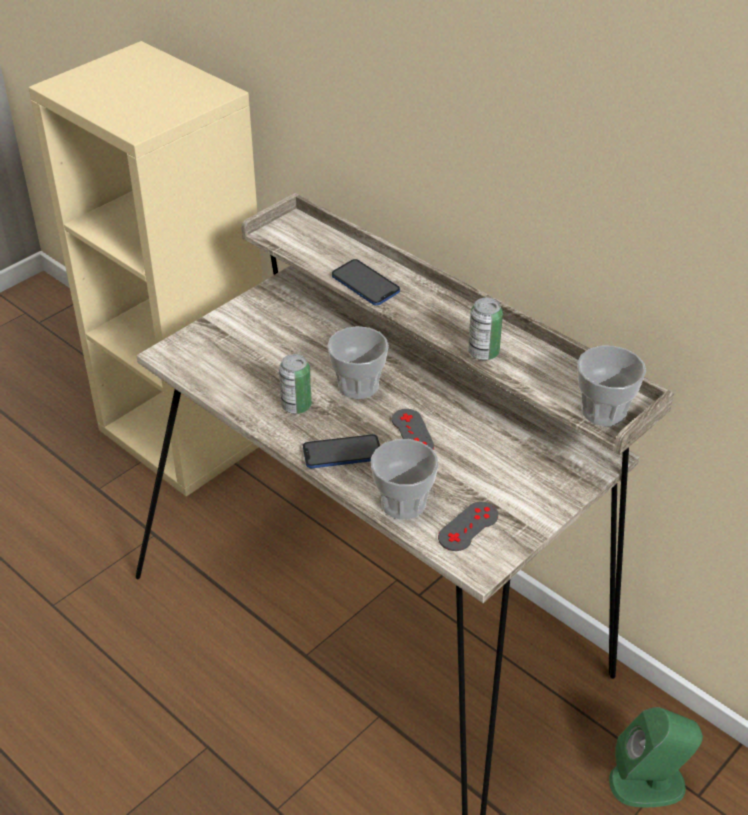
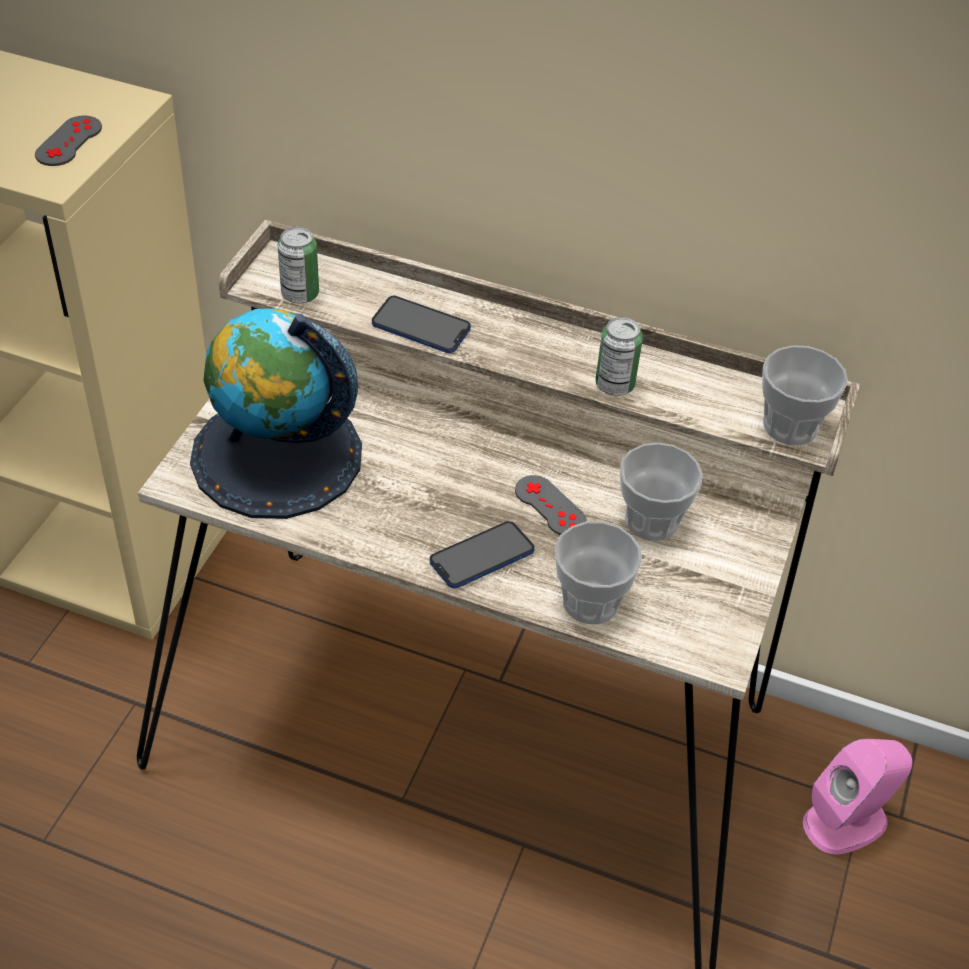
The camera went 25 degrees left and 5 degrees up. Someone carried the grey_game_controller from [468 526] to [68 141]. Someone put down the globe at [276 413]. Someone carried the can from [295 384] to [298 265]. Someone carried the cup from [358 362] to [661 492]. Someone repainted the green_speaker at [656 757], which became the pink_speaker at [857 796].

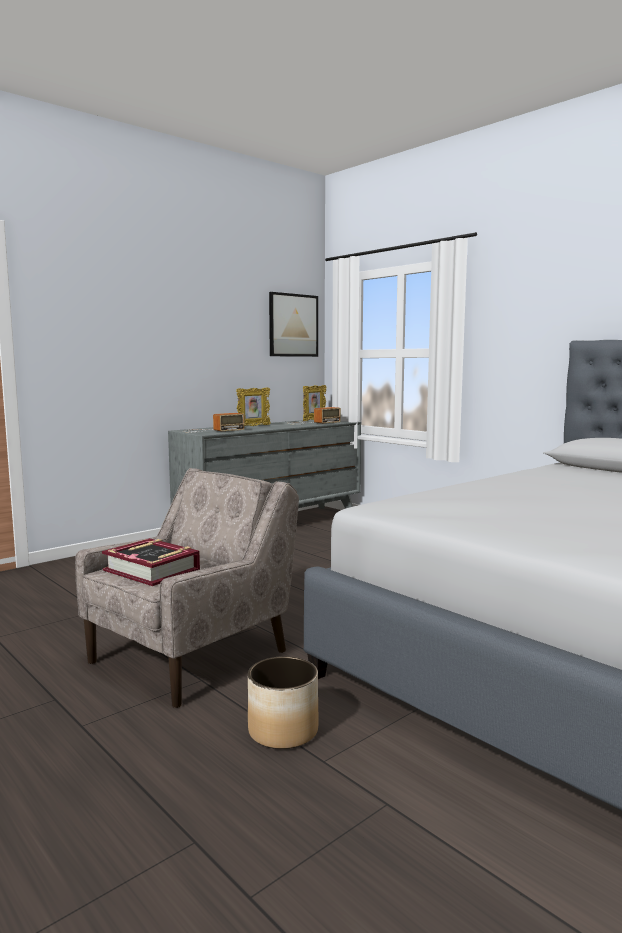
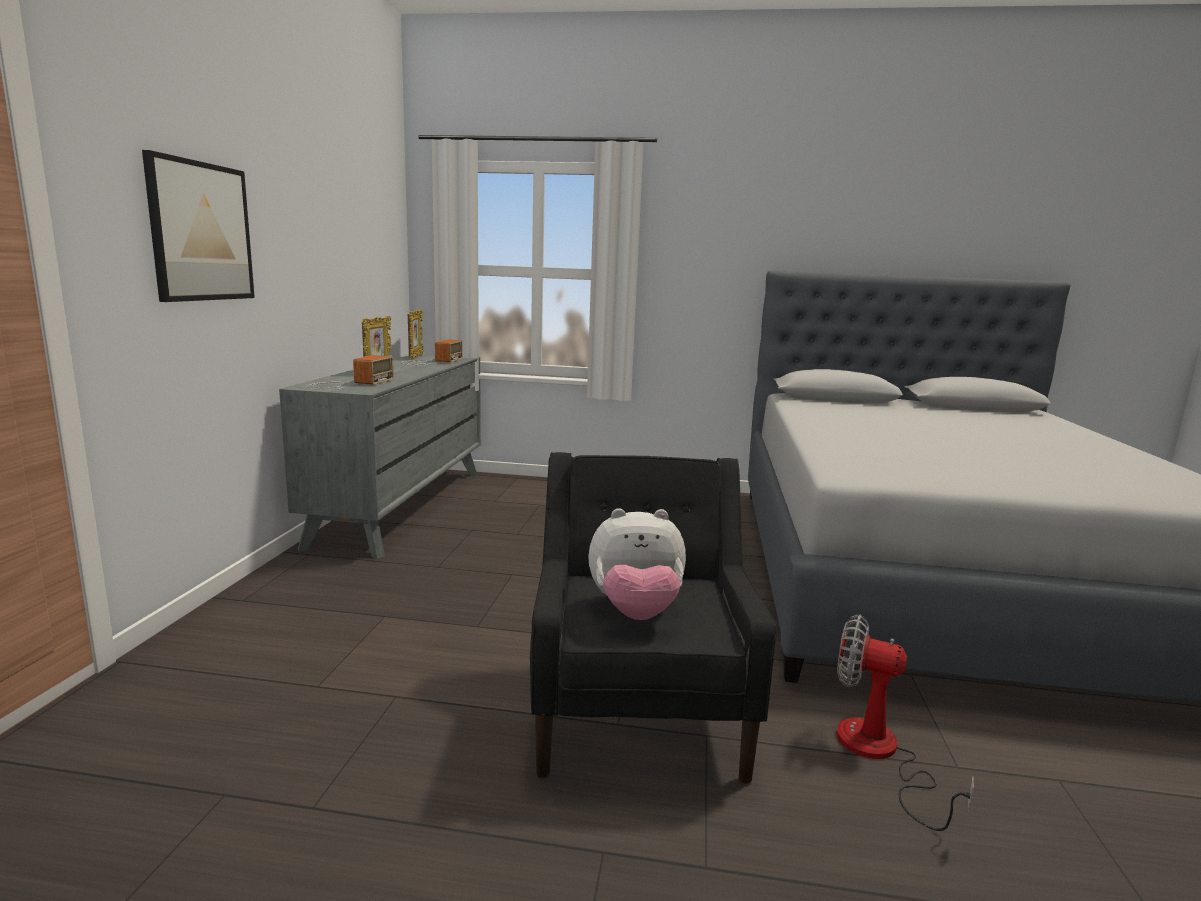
The camera went 40 degrees left and 5 degrees up. Someone carried the picture from [293 324] to [198 226]. Someone repainted the beige_armchair at [187 588], which became the black_armchair at [653 618]. Someone swapped the book at [151 562] for the plush_toy at [637 564]. Someone swapped the planter at [283 702] for the fan at [905 722].

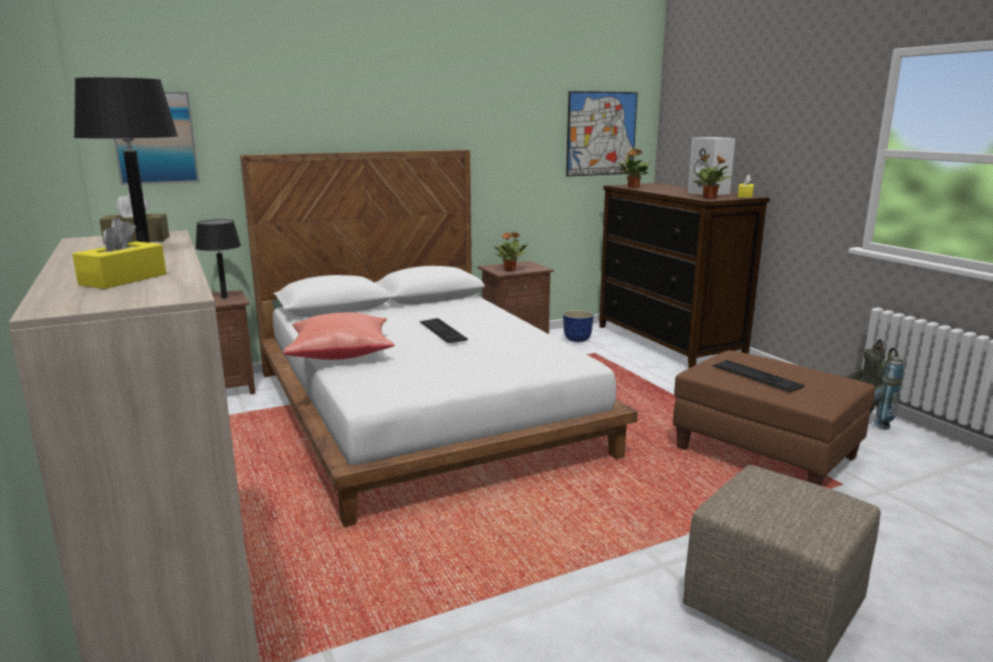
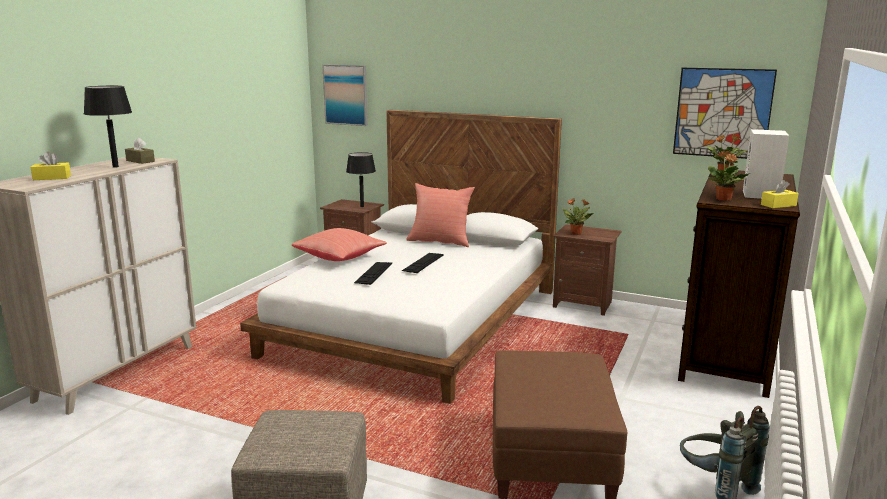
The camera went 50 degrees right and 0 degrees up. Someone carried the keyboard from [759 376] to [373 273]. Someone put down the red_pillow at [440 215]. Someone took away the planter at [578 326].

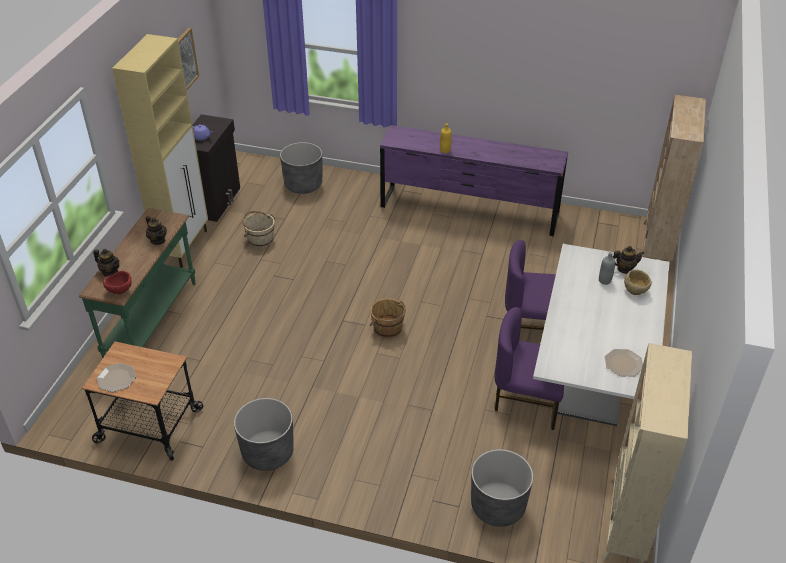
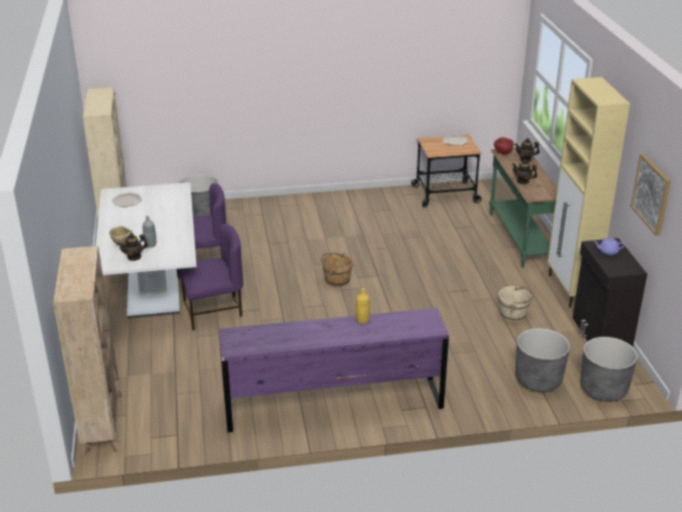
The camera went 155 degrees right and 10 degrees down. Someone carried the grey_planter from [264 434] to [609 369].

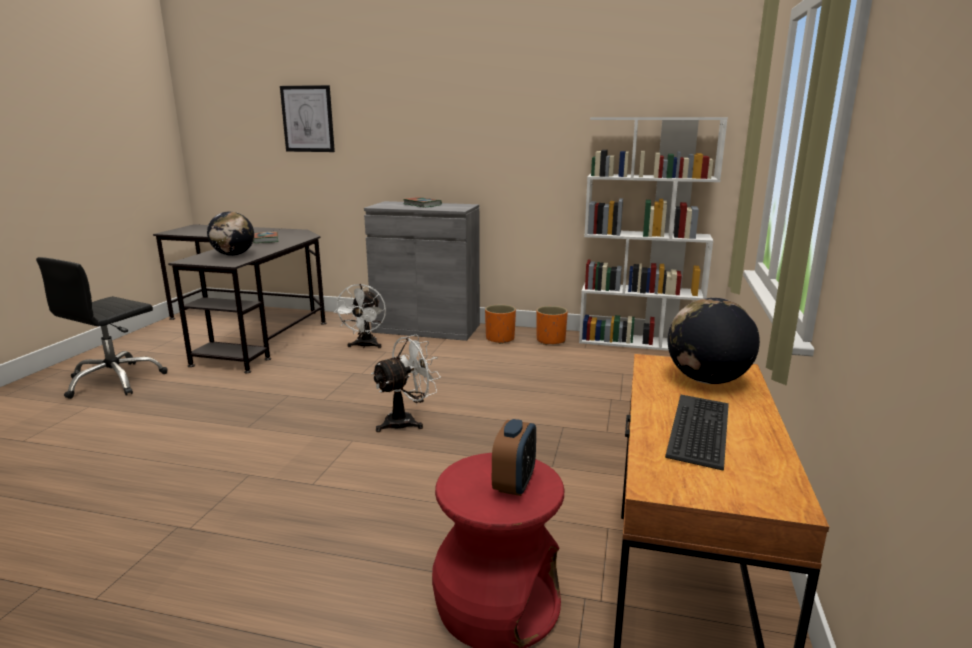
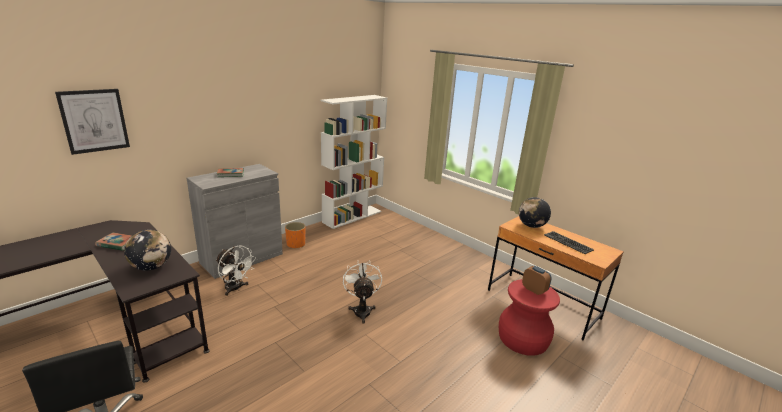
The camera went 60 degrees left and 5 degrees up. Someone took away the orange_planter at [552 325].

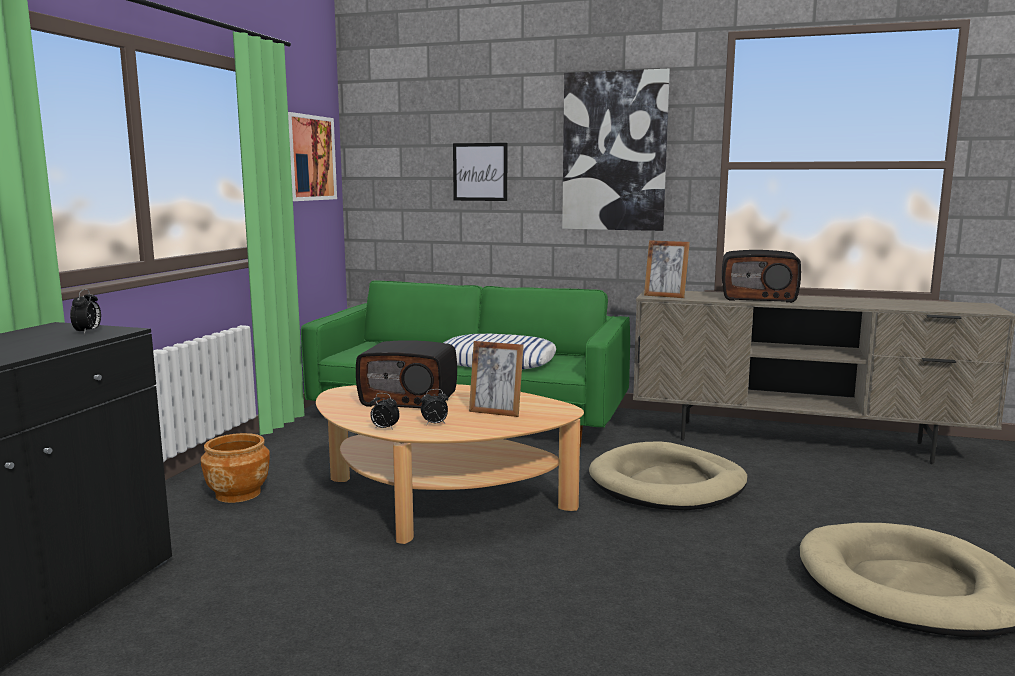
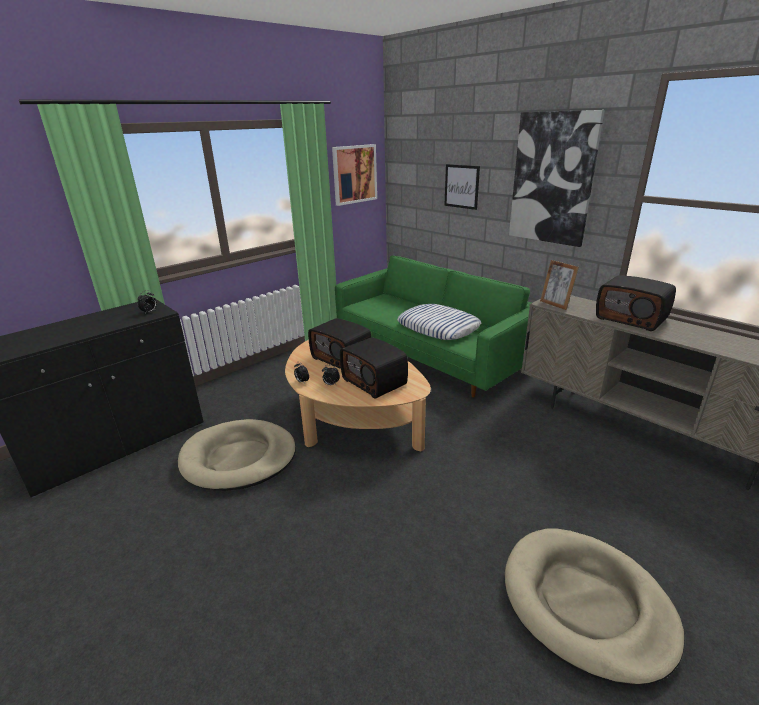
The camera went 30 degrees right and 15 degrees up. Someone carried the beige_dog_bed from [668 475] to [237 455]. Someone swapped the picture_frame at [496 379] for the radio at [374 367]. Someone took away the brown_planter at [235 468].

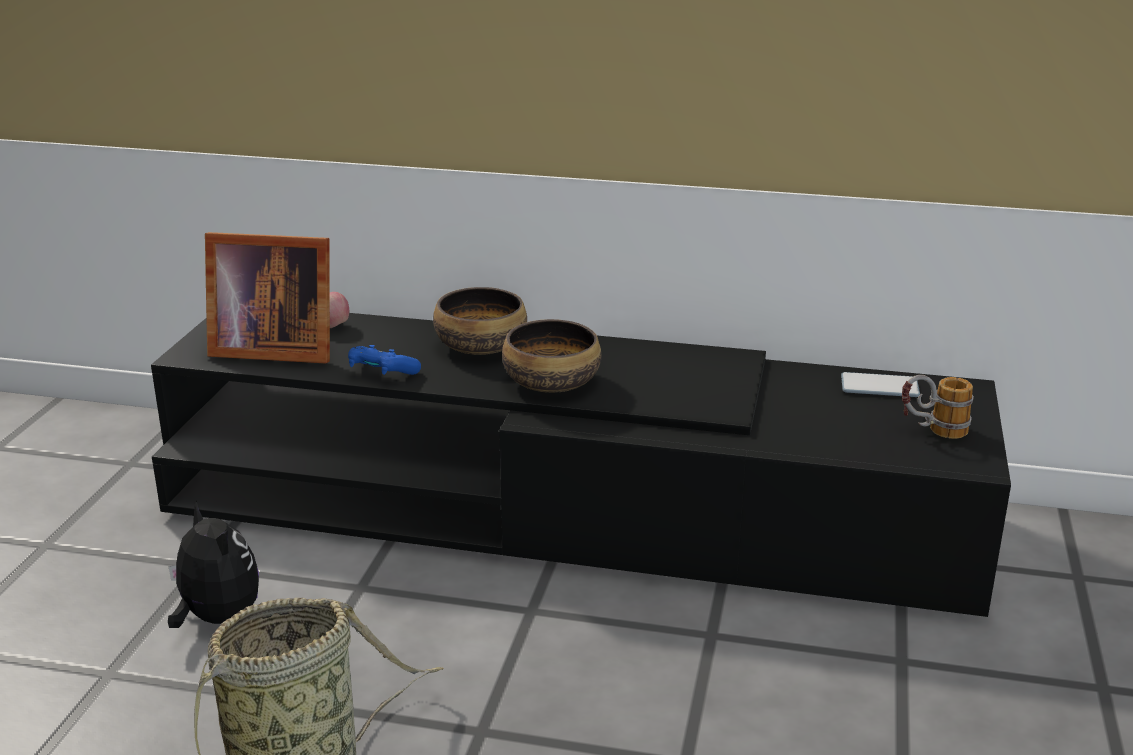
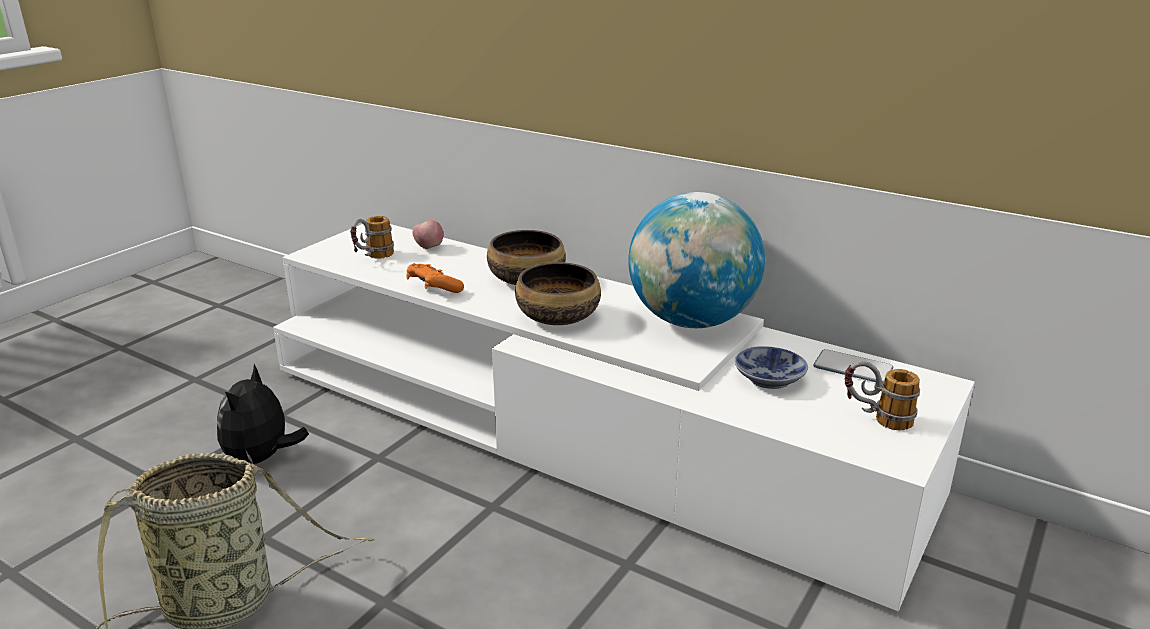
The camera went 20 degrees right and 0 degrees up. Someone rotated the plush_toy at [213 564] by 150 degrees counterclockwise. Someone repainted the black_tv_stand at [581 465], which became the white_tv_stand at [624 417]. Someone swapped the picture_frame at [267 298] for the mug at [372 237]. Someone repainted the blue_game_controller at [384 360], which became the orange_game_controller at [435 278]. Someone put down the globe at [696 260]. Someone put down the bowl at [771 367].

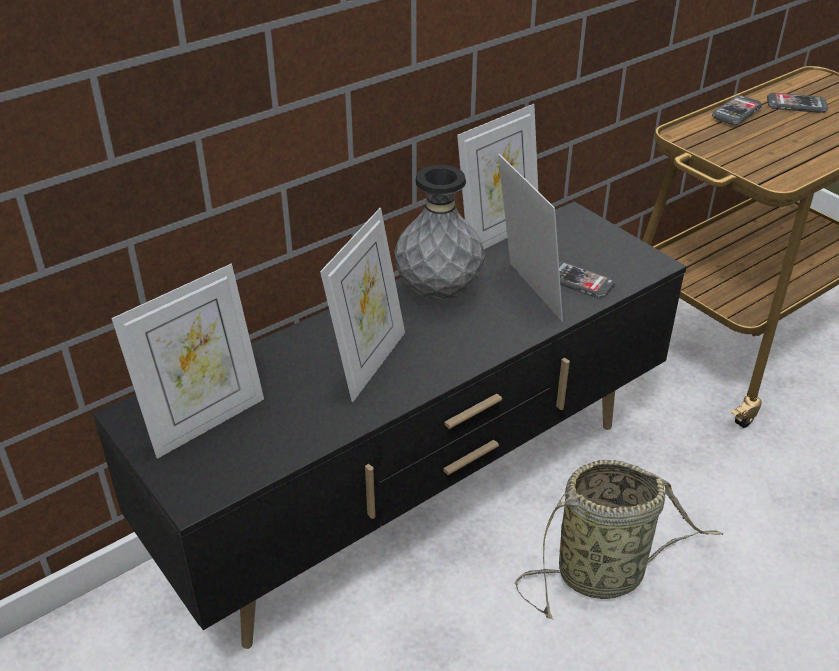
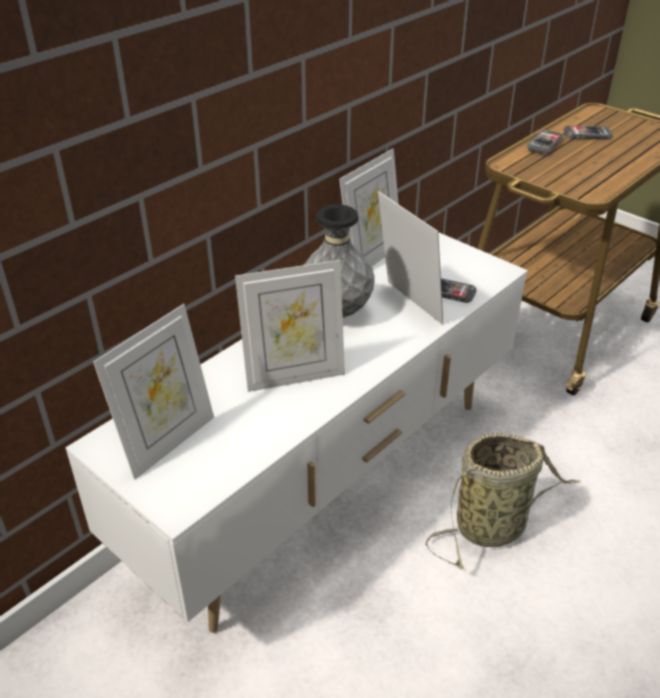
The camera went 10 degrees left and 0 degrees up. Someone repainted the black_tv_stand at [390 425], which became the white_tv_stand at [296 432]. Someone rotated the picture_frame at [362 305] by 60 degrees clockwise.

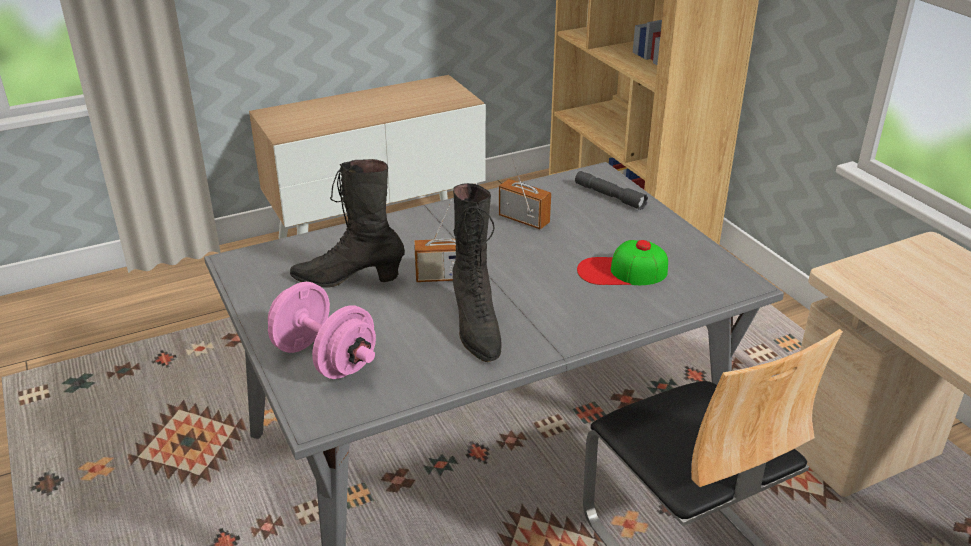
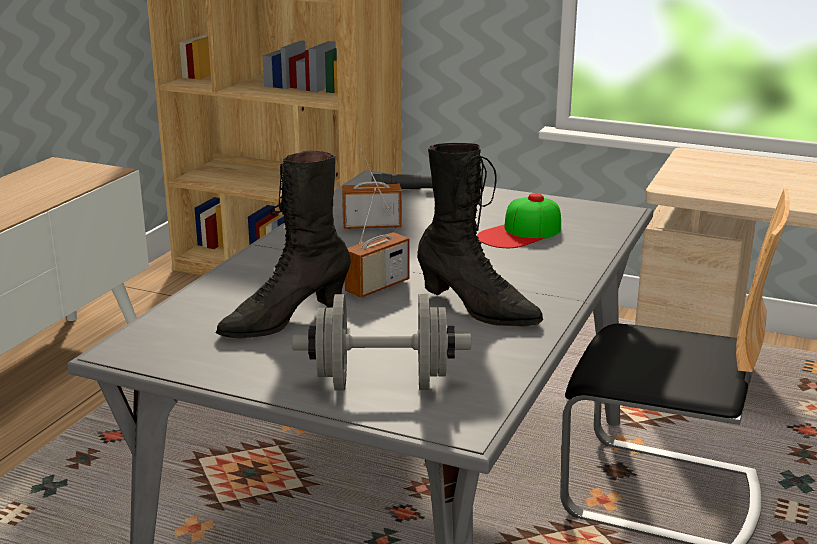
The camera went 40 degrees left and 10 degrees down. Someone repainted the pink_dumbbell at [322 330], which became the grey_dumbbell at [381 342].

